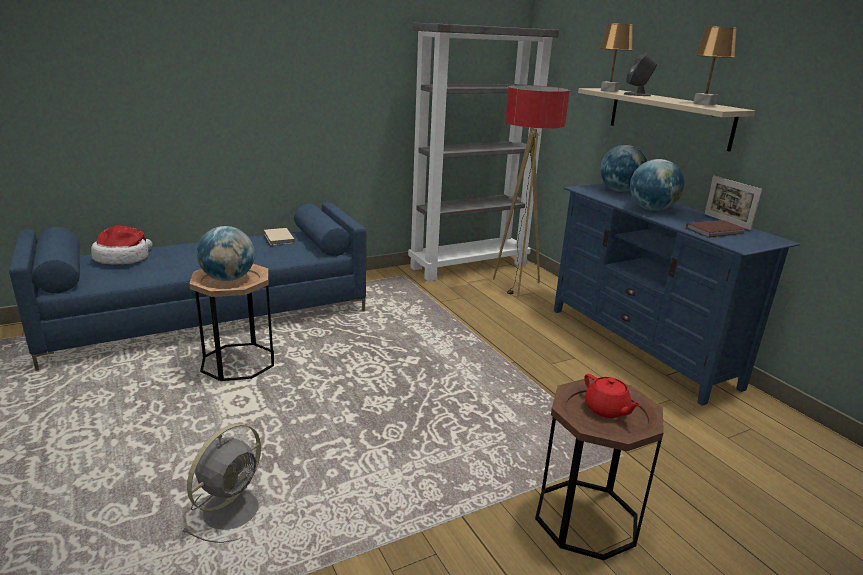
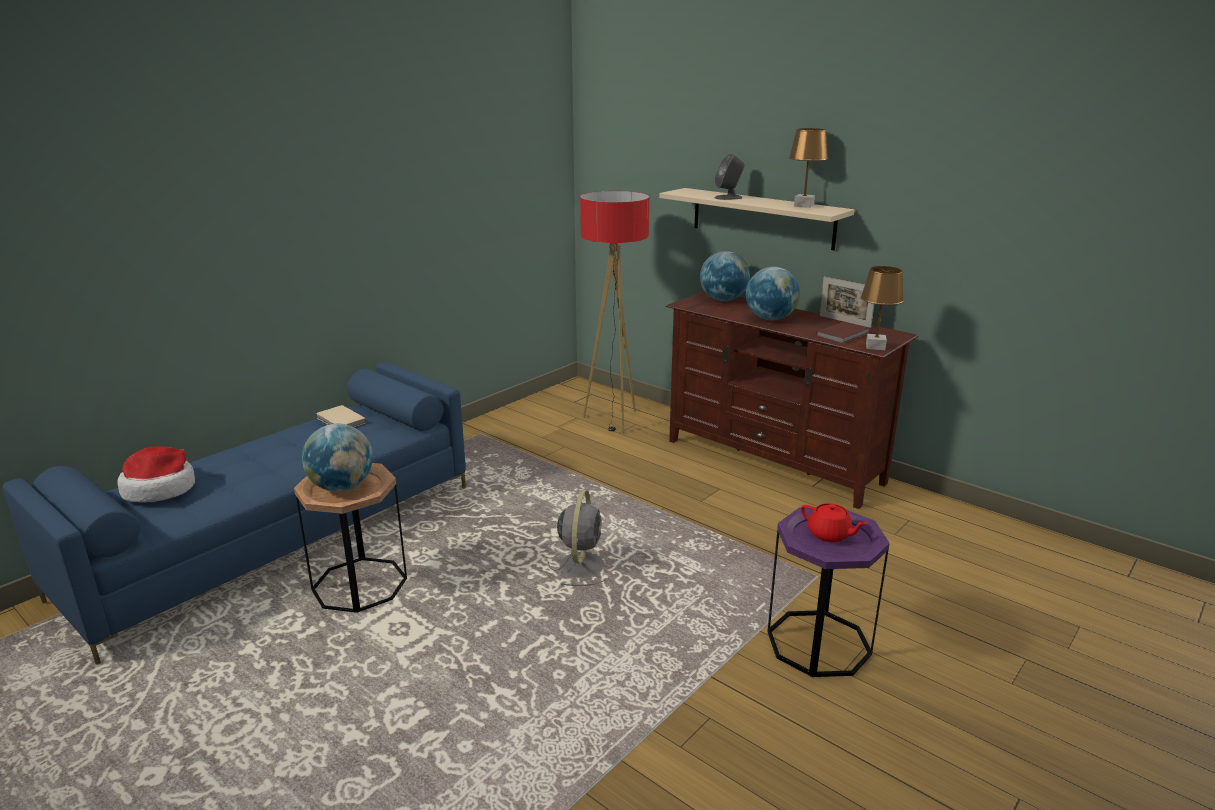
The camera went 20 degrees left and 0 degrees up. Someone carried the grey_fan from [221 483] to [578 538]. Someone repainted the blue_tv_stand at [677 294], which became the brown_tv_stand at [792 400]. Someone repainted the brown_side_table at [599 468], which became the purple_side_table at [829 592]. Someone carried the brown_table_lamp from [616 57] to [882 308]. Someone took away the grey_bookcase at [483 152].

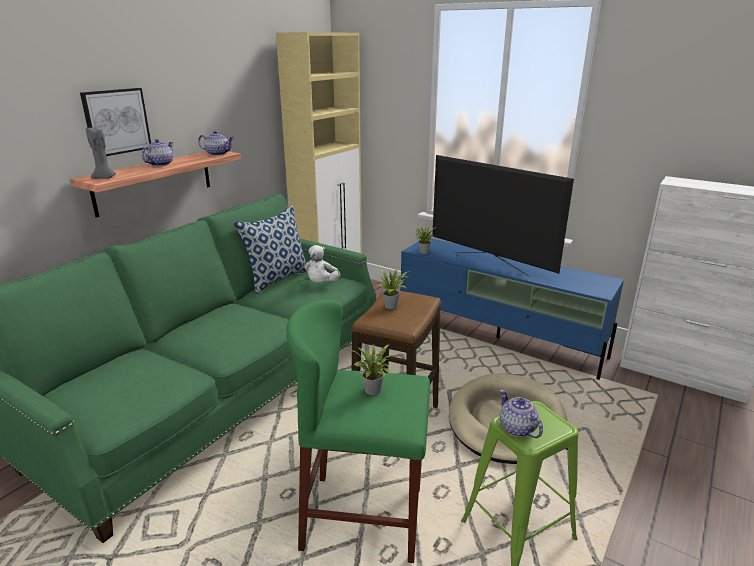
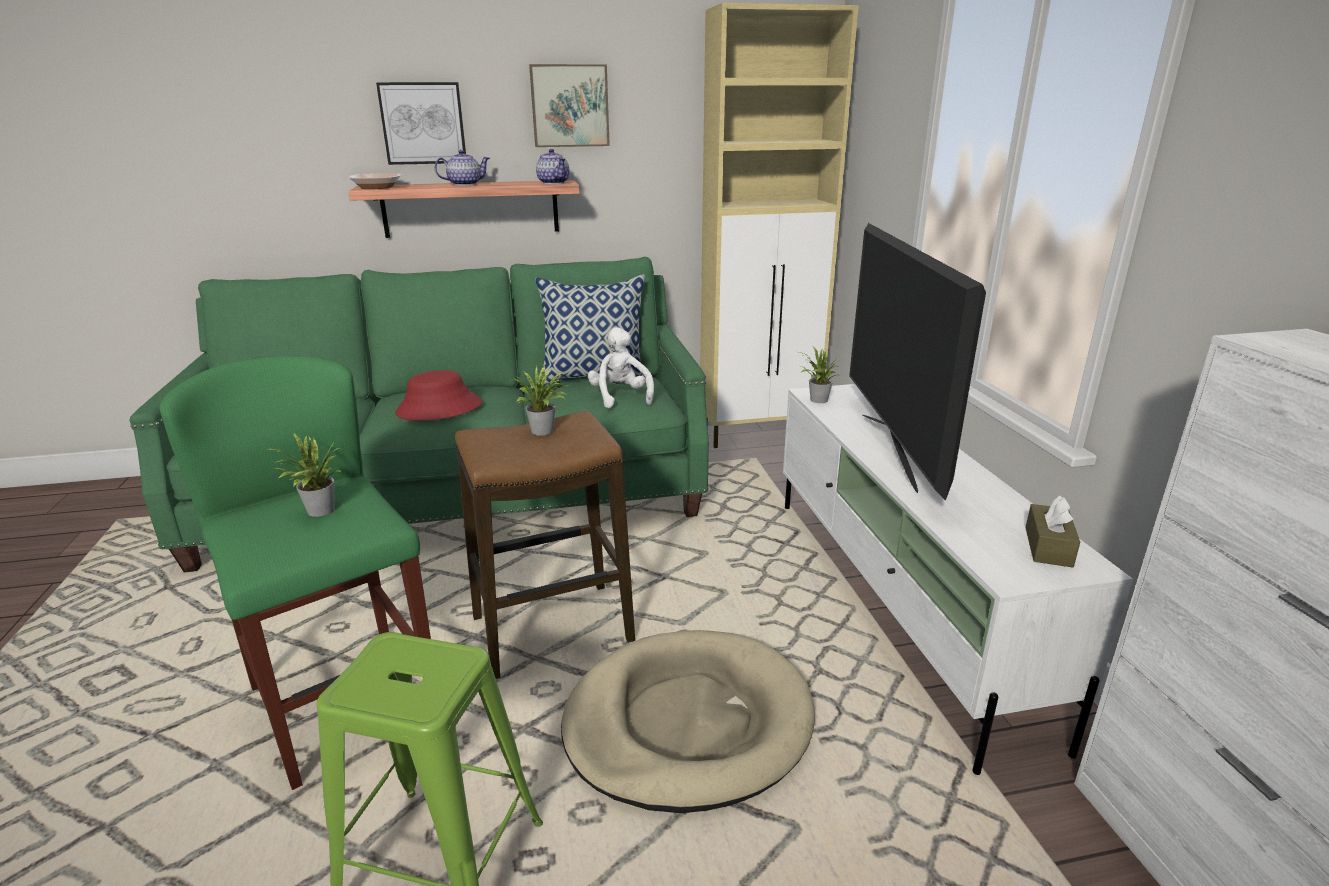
The camera went 45 degrees right and 0 degrees up. Someone swapped the grey_candle at [101 153] for the bowl at [375 181]. Someone put down the red_hat at [438 395]. Someone put up the picture at [569 105]. Someone rotated the white_plush_toy at [322 264] by 105 degrees clockwise. Someone repainted the blue_tv_stand at [512 309], which became the white_tv_stand at [958 579]. Someone put down the brown_tissue_box at [1052 531]. Someone took away the teapot at [521 414].

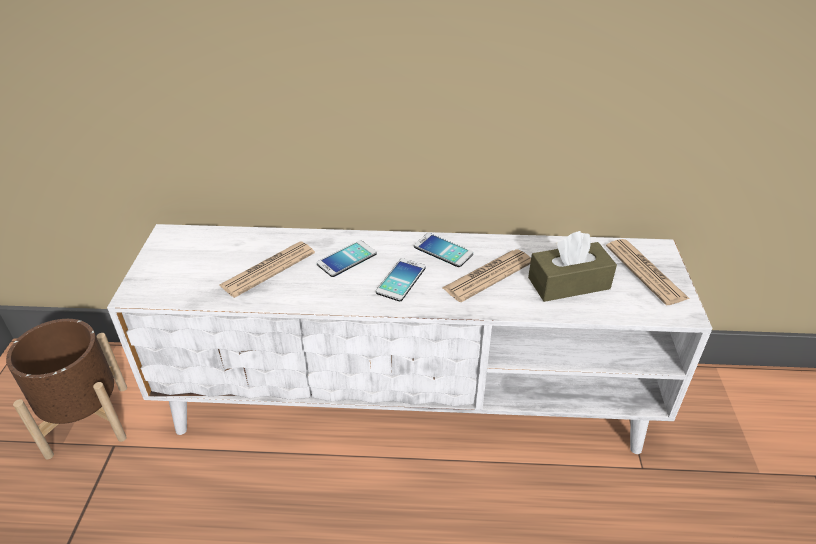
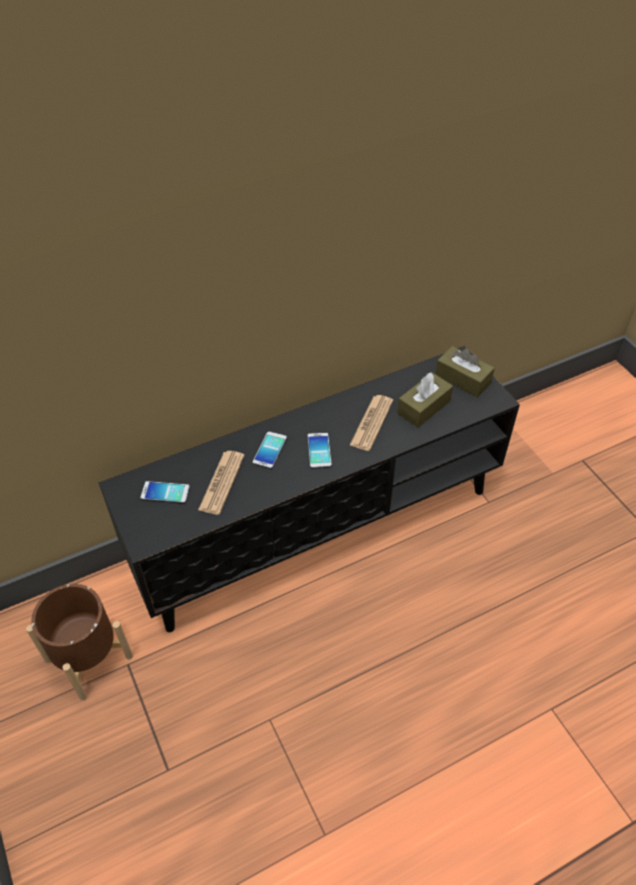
The camera went 30 degrees left and 10 degrees up. Someone repainted the white_tv_stand at [410 339], which became the black_tv_stand at [309 489]. Someone carried the phone from [443 250] to [165 492]. Someone swapped the newspaper at [648 272] for the brown_tissue_box at [465 371].

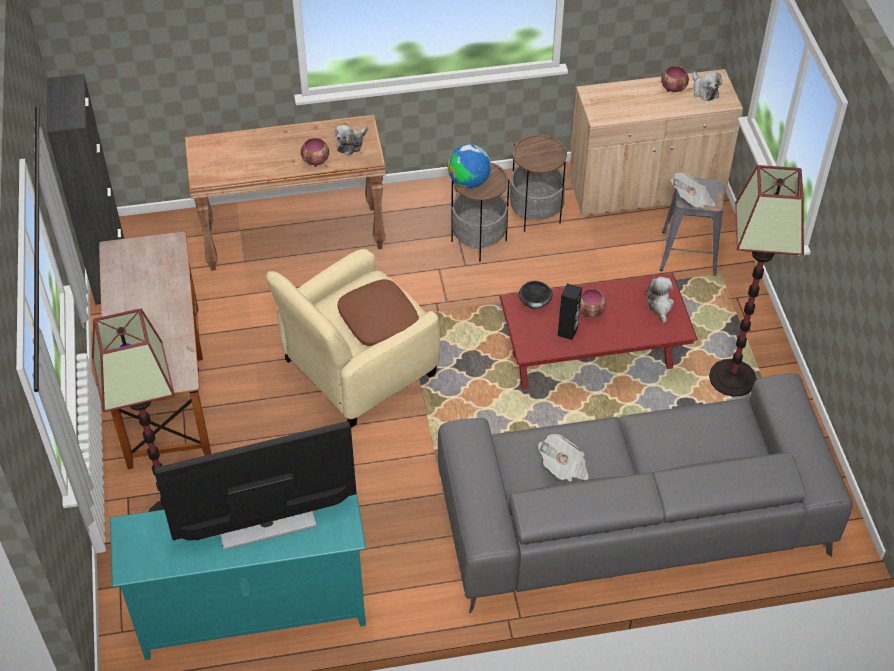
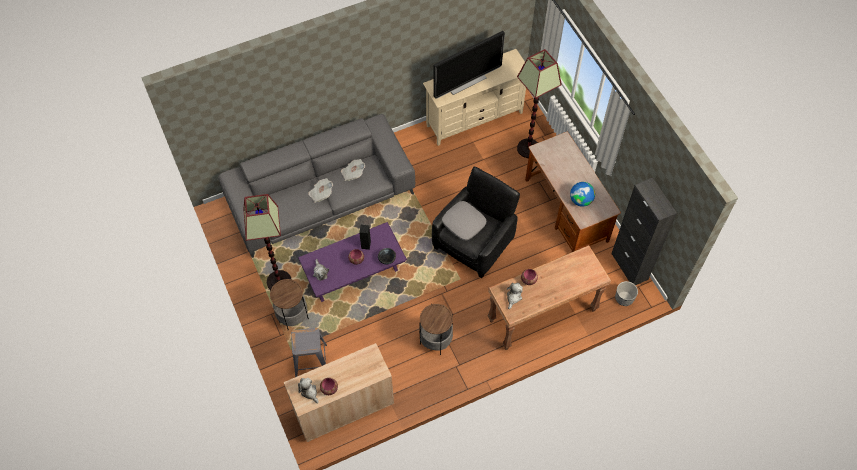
The camera went 165 degrees right and 10 degrees up. Someone carried the side_table from [538 183] to [289 305]. Someone repainted the red_coffee_table at [598 331], which became the purple_coffee_table at [352 262]. Someone carried the newspaper from [693 190] to [320 190]. Someone repainted the turquoise_tv_stand at [238 575], which became the beige_tv_stand at [474 97]. Someone repainted the beige_armchair at [353 338], which became the black_armchair at [476 222]. Someone repainted the brown_pillow at [378 312], which became the grey_pillow at [464 221]. Someone carried the globe from [469 166] to [582 194]. Someone put down the planter at [626 293].

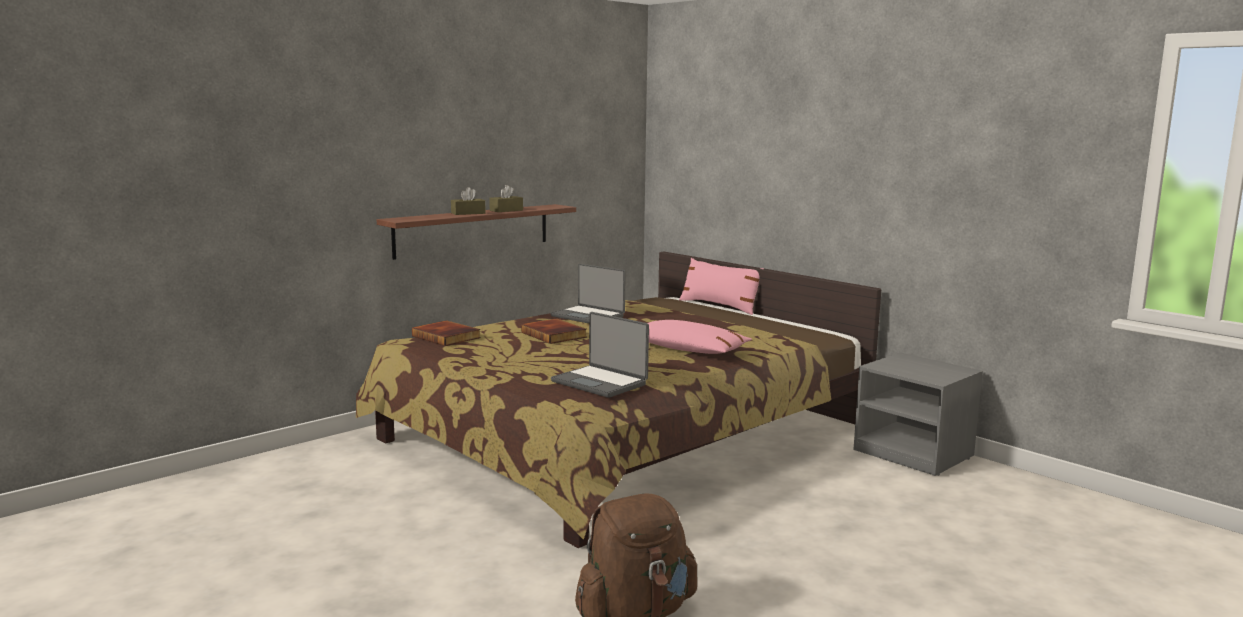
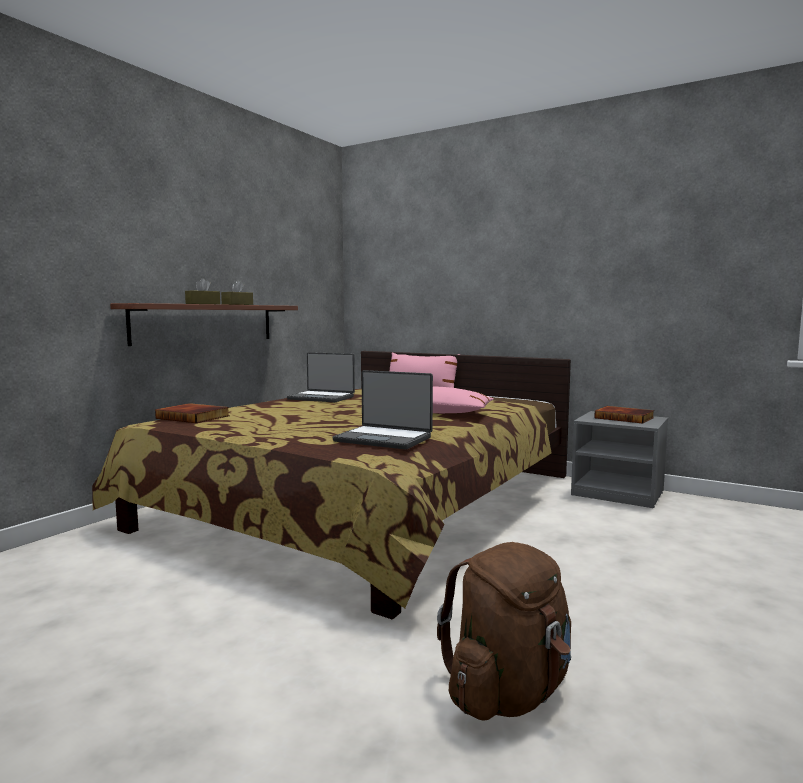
The camera went 15 degrees left and 5 degrees down. Someone carried the book from [554 331] to [624 415].

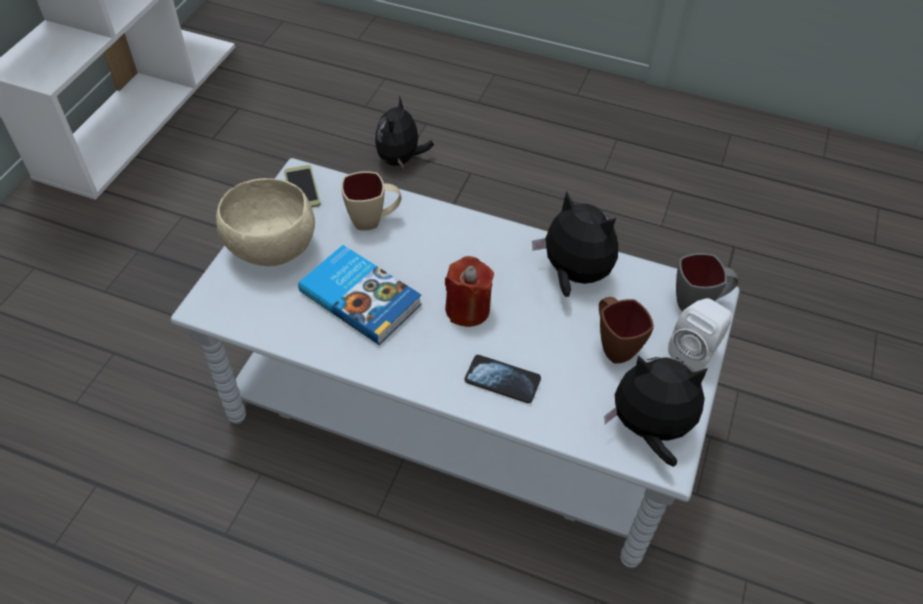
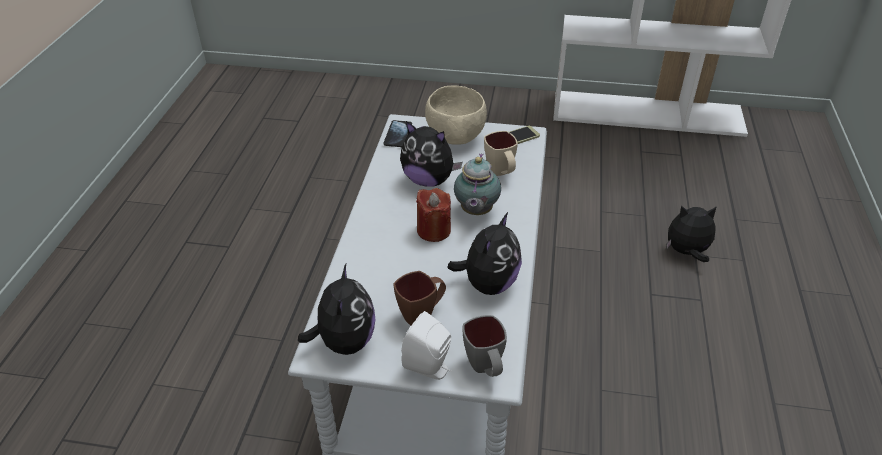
The camera went 80 degrees right and 10 degrees down. Someone carried the phone from [503 379] to [397 133]. Someone swapped the book at [360 295] for the plush_toy at [431 154]. Someone put down the teapot at [477 184].

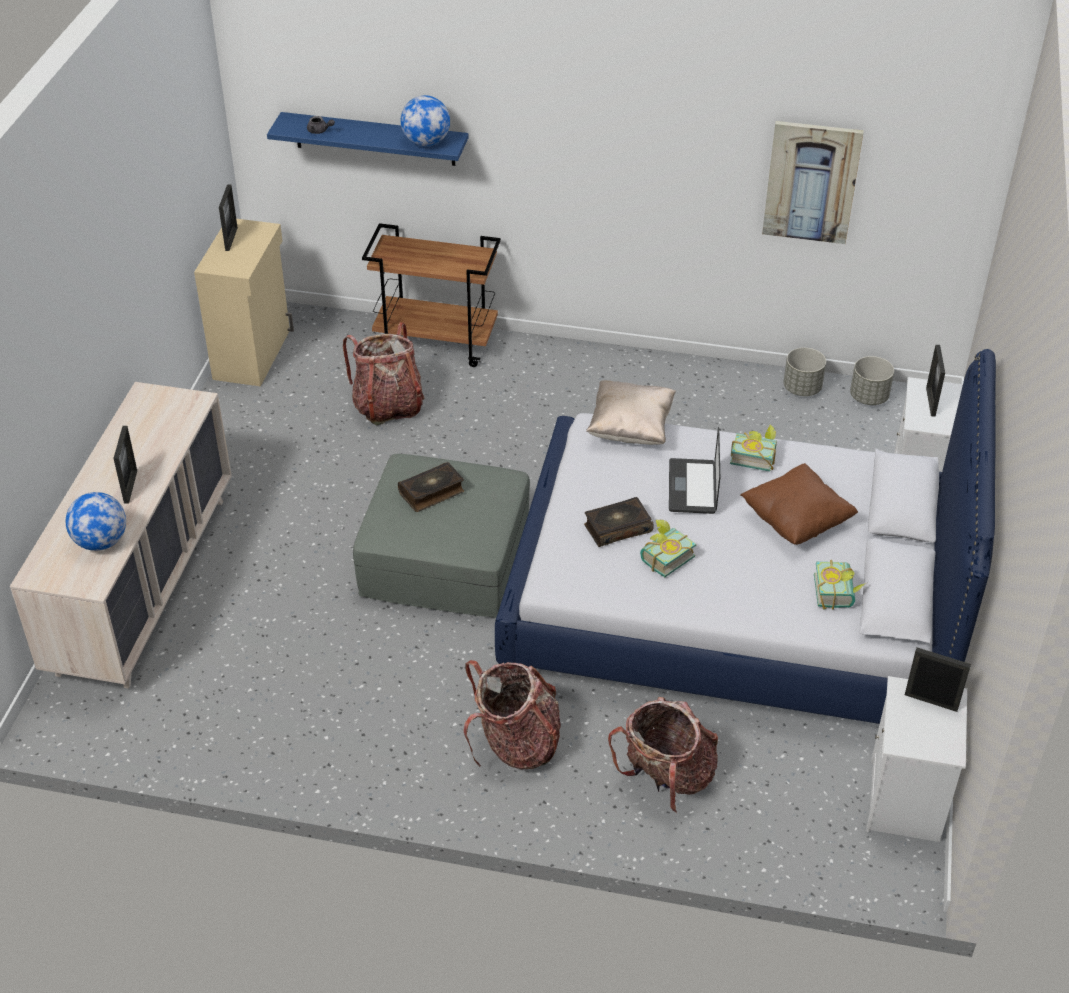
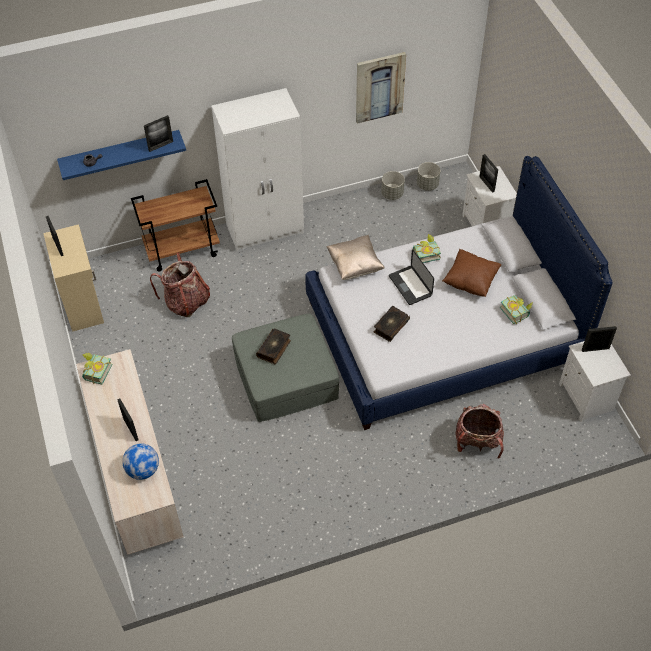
The camera went 30 degrees left and 10 degrees up. Someone carried the book from [668 548] to [97 368]. Someone swapped the globe at [425 120] for the picture_frame at [158 133]. Someone put down the white_wardrobe at [258 169]. Someone took away the backpack at [512 714].

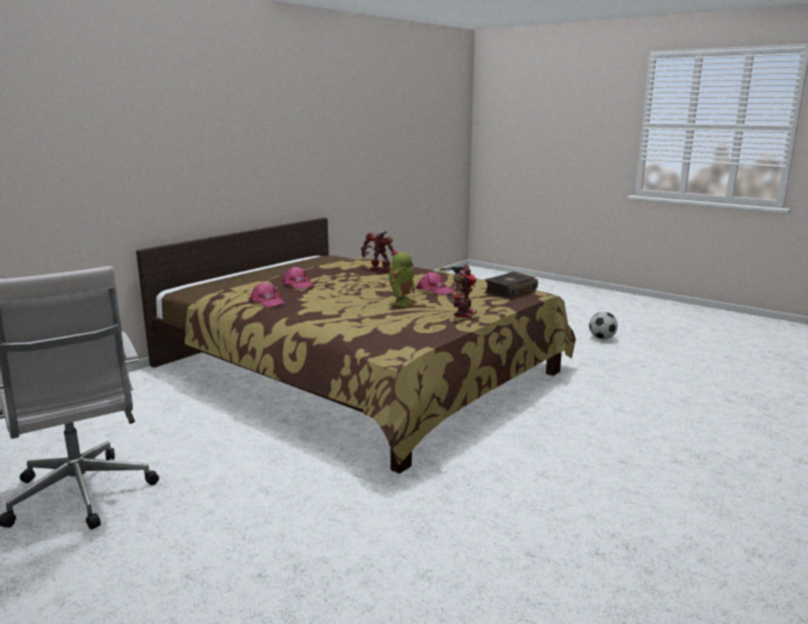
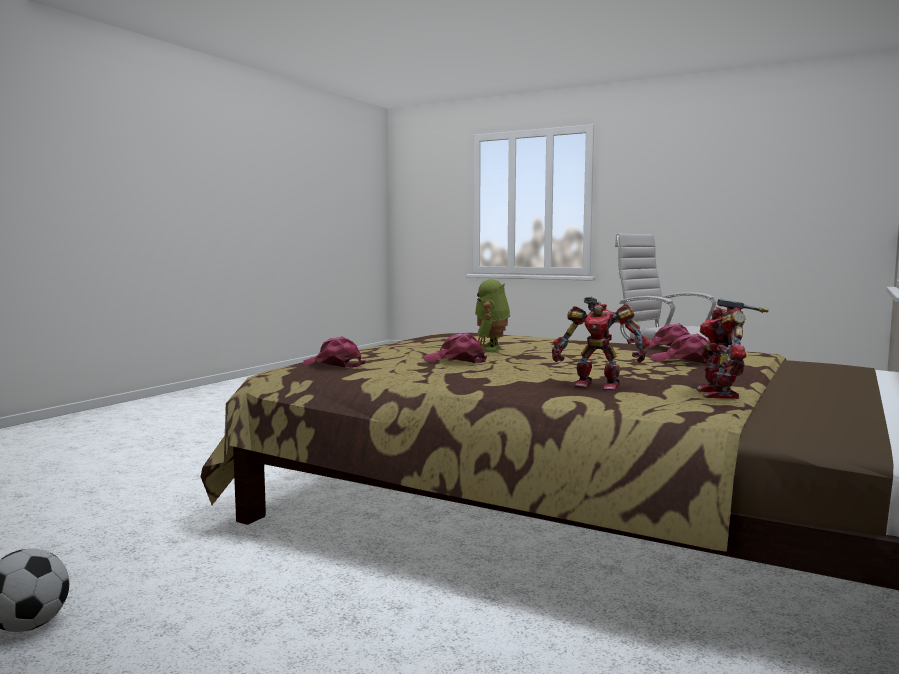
The camera went 170 degrees right and 10 degrees down. Someone swapped the book at [511 285] for the pink_cap at [334 352]. Someone carried the toy_robot from [458 291] to [732 349].

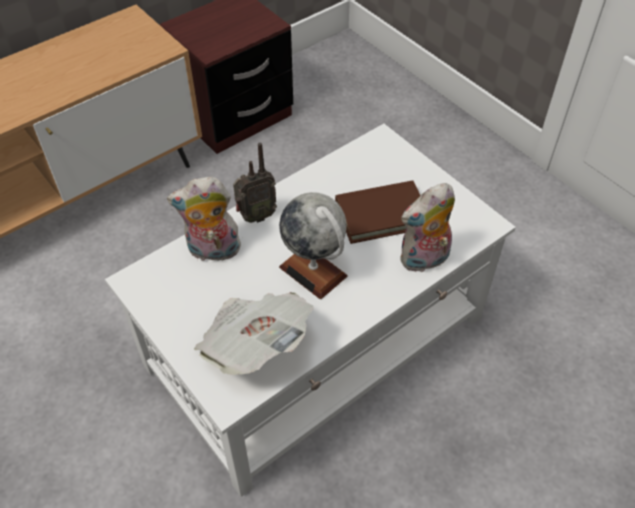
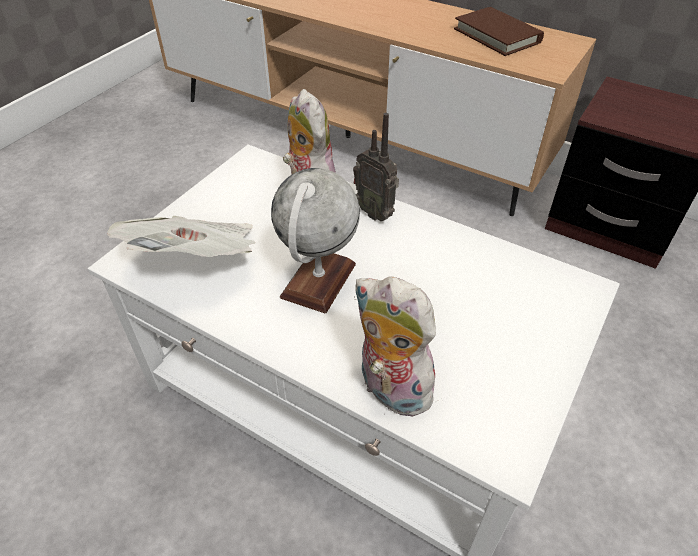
The camera went 70 degrees right and 5 degrees down. Someone carried the brown_book from [377 212] to [499 31].

